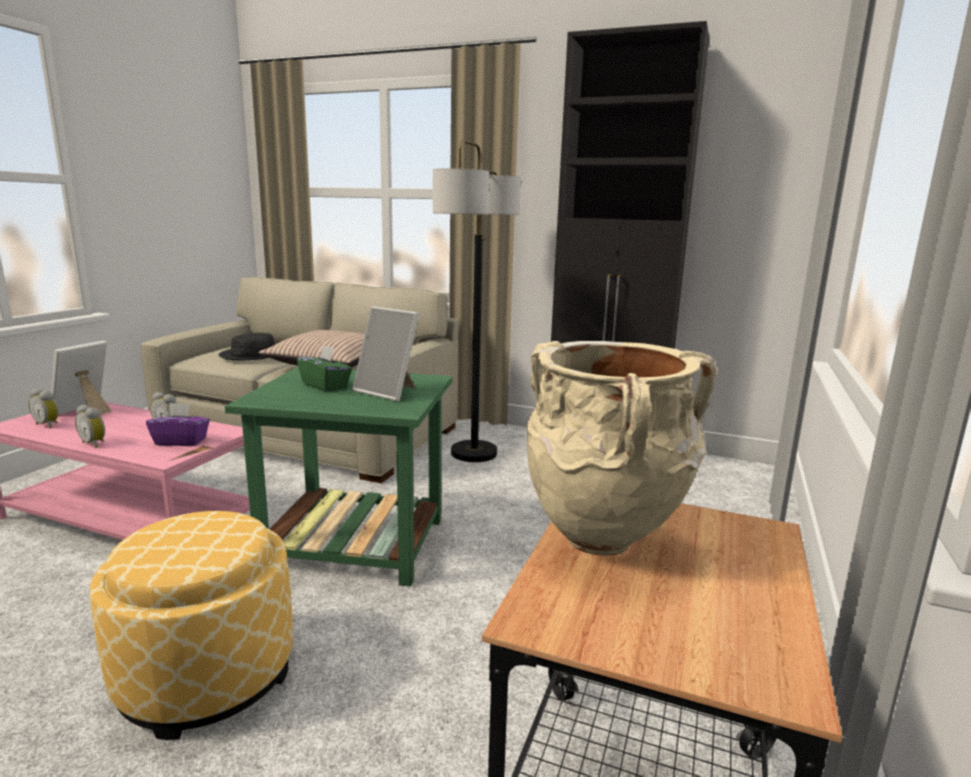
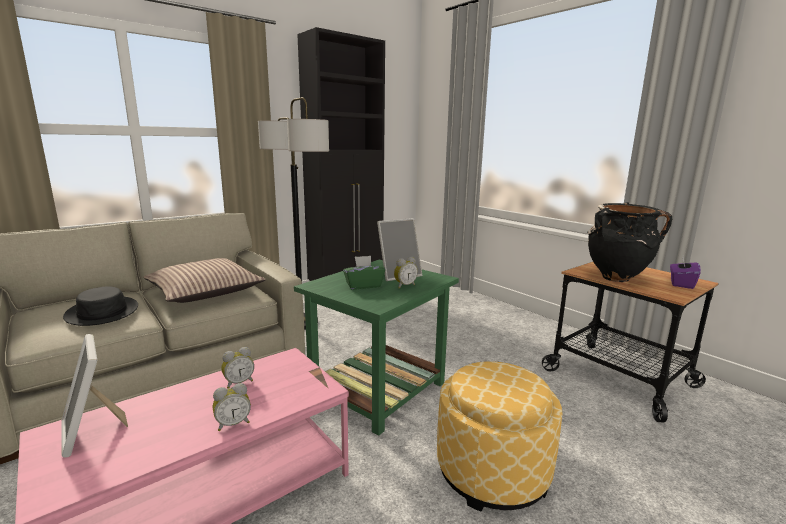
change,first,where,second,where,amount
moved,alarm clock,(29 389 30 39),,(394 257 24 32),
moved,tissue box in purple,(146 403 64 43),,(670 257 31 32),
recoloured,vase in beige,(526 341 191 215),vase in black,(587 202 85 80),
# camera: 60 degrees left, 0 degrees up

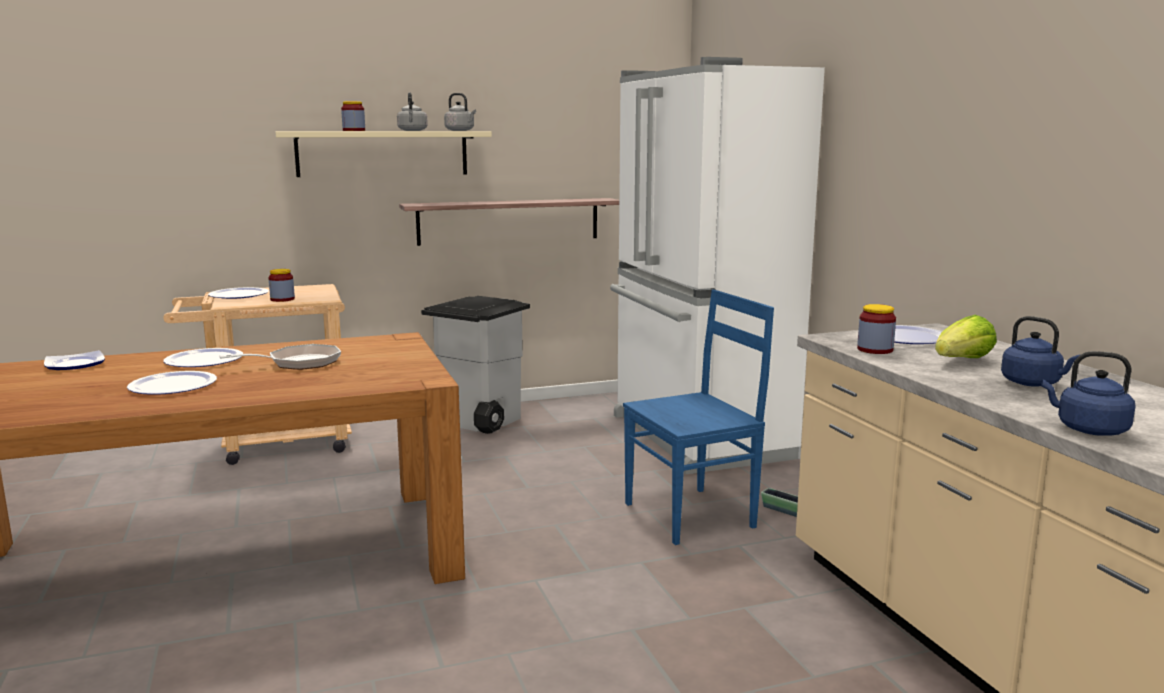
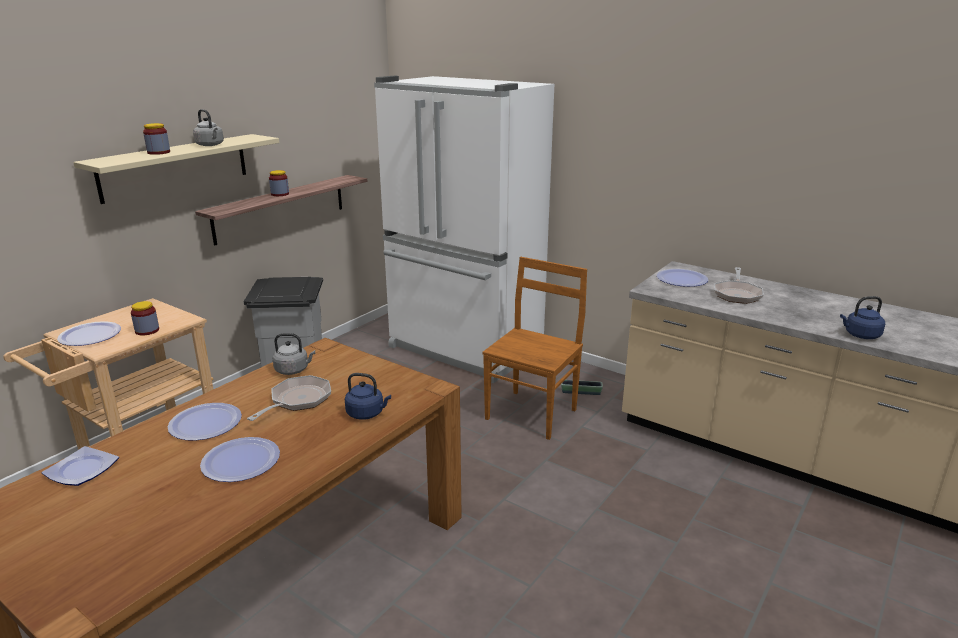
change,first,where,second,where,amount
moved,kettle in grey,(444 93 32 38),,(273 333 42 42),
recoloured,chair in blue,(623 290 151 255),chair in brown,(482 257 105 183),
moved,jar,(857 304 39 50),,(269 170 20 26),
replaced,lettuce,(935 315 62 43),frying pan,(714 267 50 37),
moved,kettle in blue,(1001 316 78 71),,(345 373 46 47),
# camera: 35 degrees left, 10 degrees up

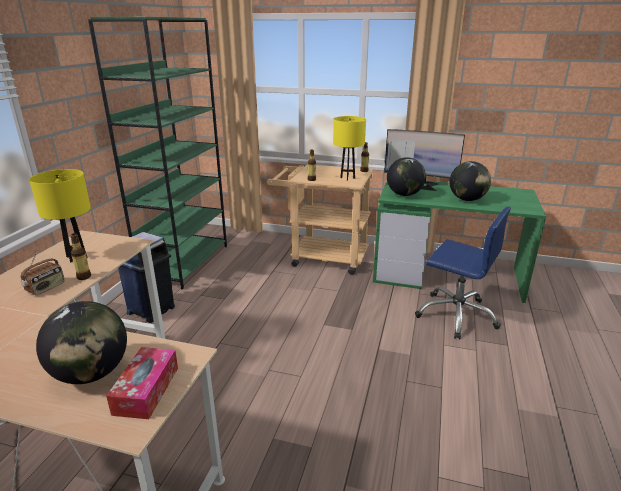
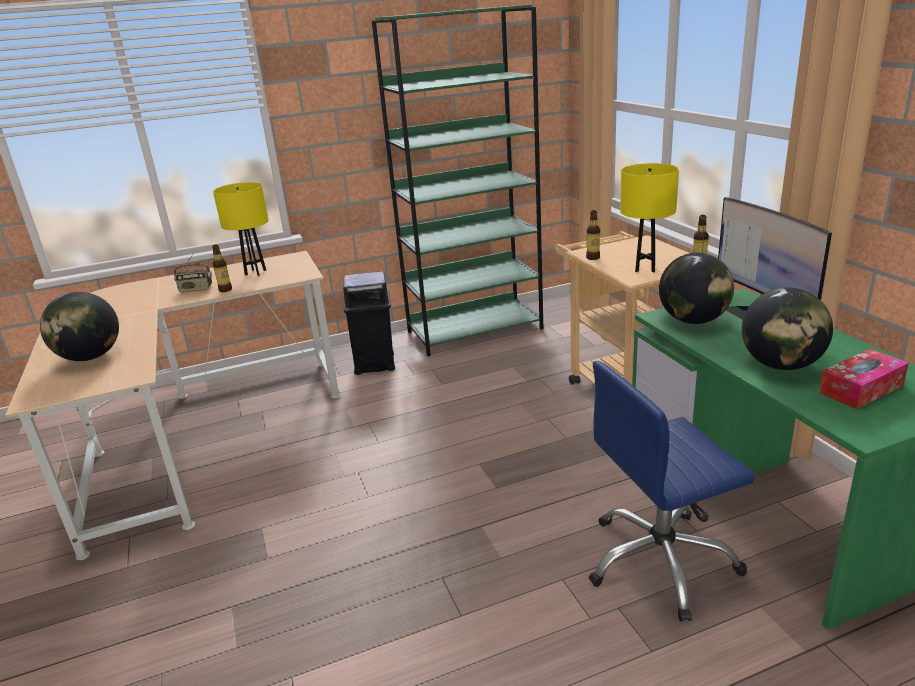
change,first,where,second,where,amount
moved,tissue box,(106 347 72 72),,(819 349 90 60),
turned,office chair in blue,(415 207 96 132),,(589 361 166 261),75 degrees clockwise
# camera: 55 degrees right, 0 degrees up

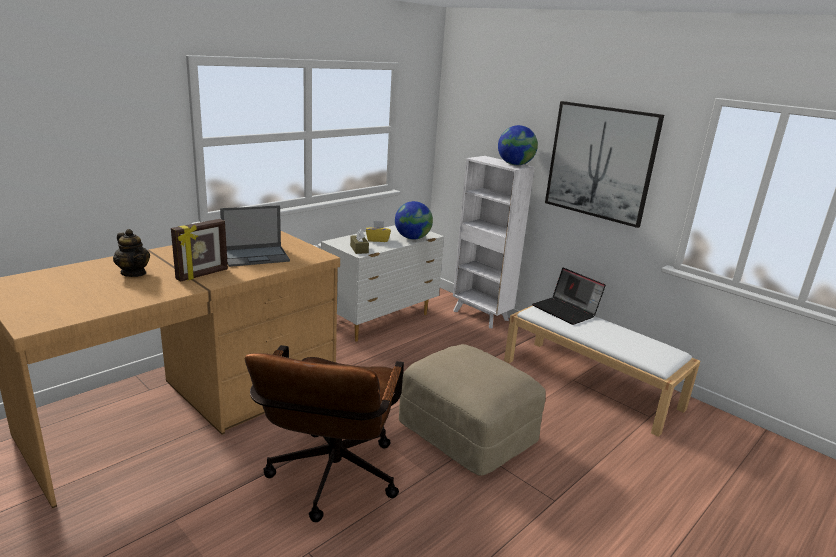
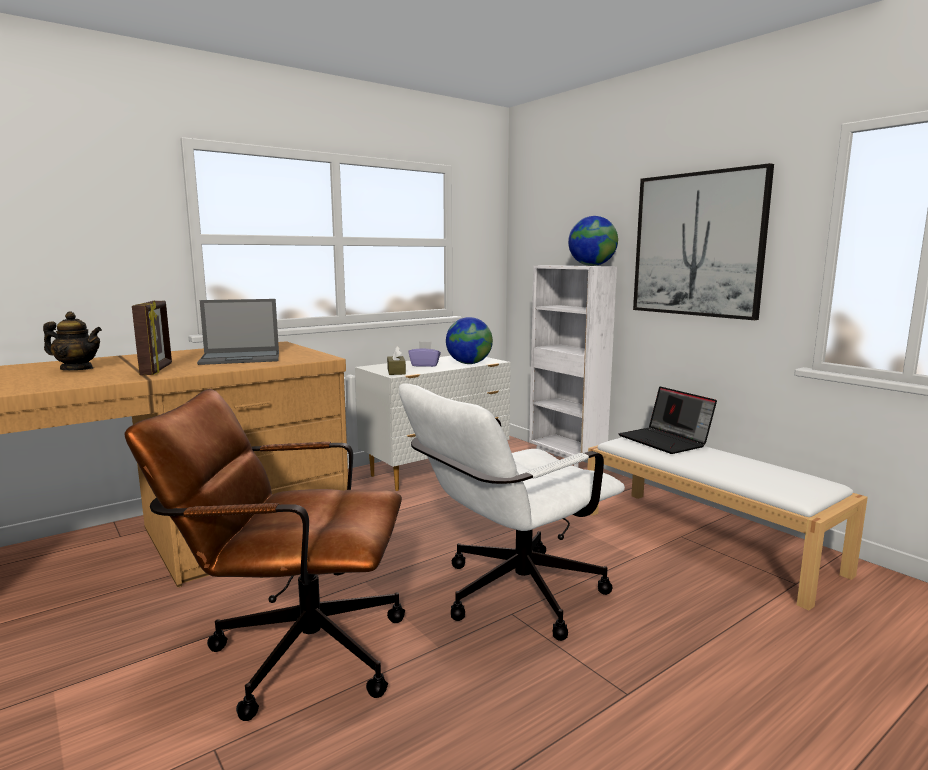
change,first,where,second,where,amount
turned,teapot,(113 229 37 48),,(43 312 59 58),45 degrees counterclockwise
turned,picture frame,(171 219 57 63),,(132 301 40 74),60 degrees counterclockwise
turned,office chair in brown,(245 345 159 177),,(125 389 280 332),75 degrees clockwise
recoloured,tissue box in yellow,(366 221 25 21),tissue box in purple,(408 342 33 25),
replaced,ottoman in beige,(399 344 147 132),office chair in white,(399 384 226 257),
# camera: 10 degrees right, 10 degrees down

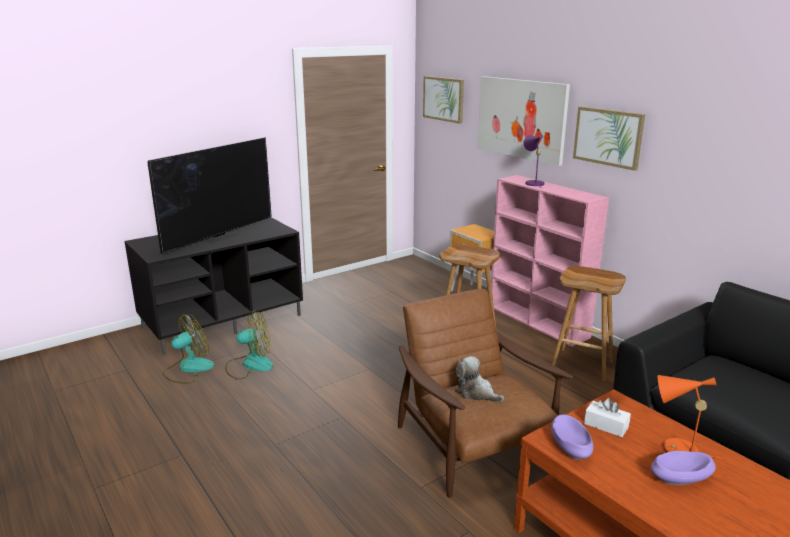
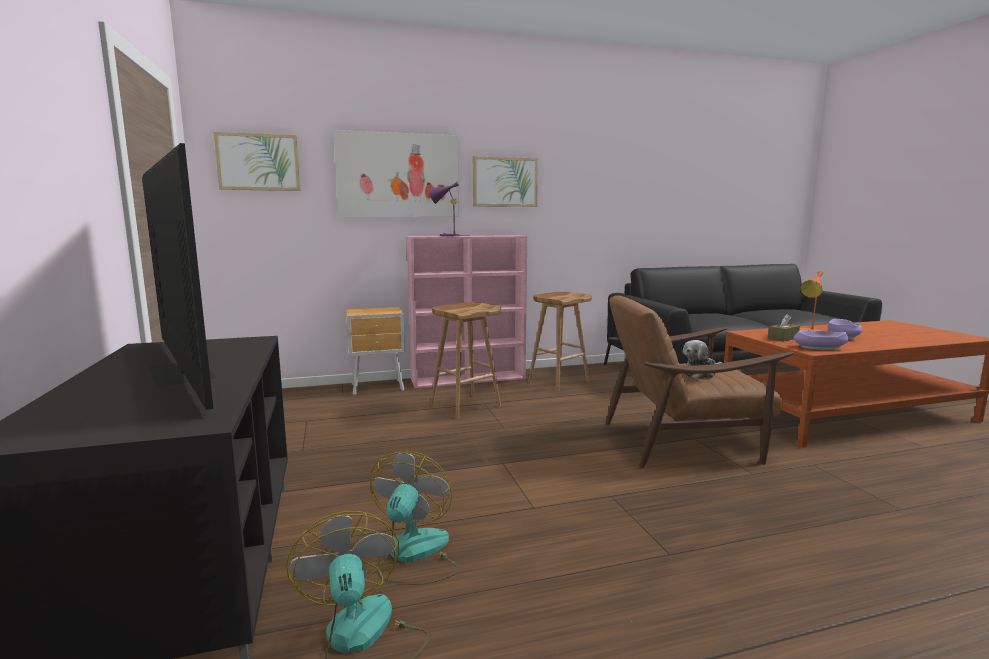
change,first,where,second,where,amount
recoloured,tissue box in white,(584 398 47 39),tissue box in brown,(768 314 32 28),
# camera: 70 degrees left, 10 degrees down

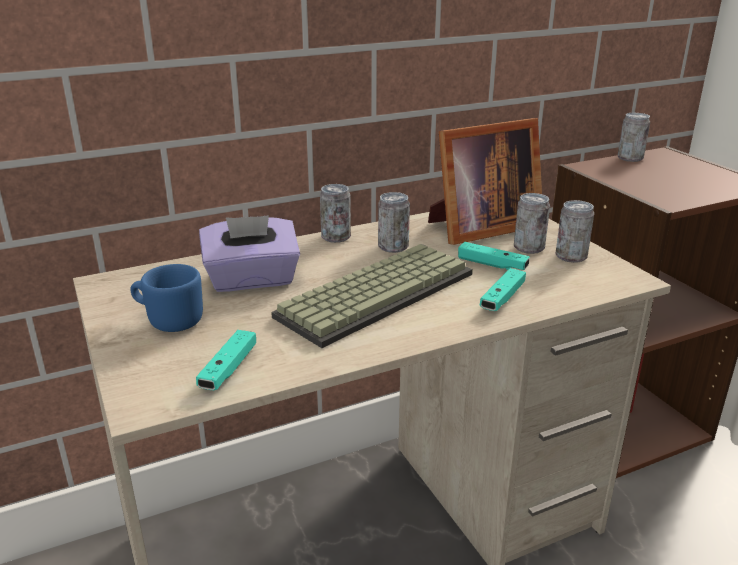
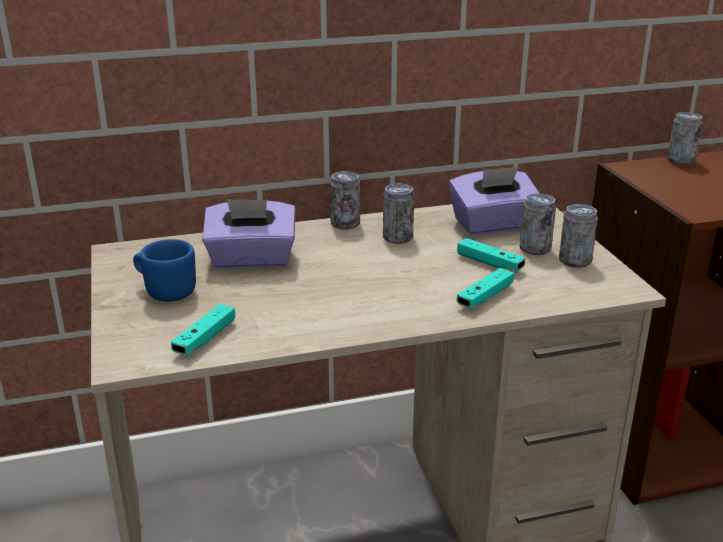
change,first,where,second,where,amount
removed,keyboard,(271 244 202 104),,,
replaced,picture frame,(428 118 114 127),tissue box in purple,(449 167 90 68),
# camera: 10 degrees right, 0 degrees up

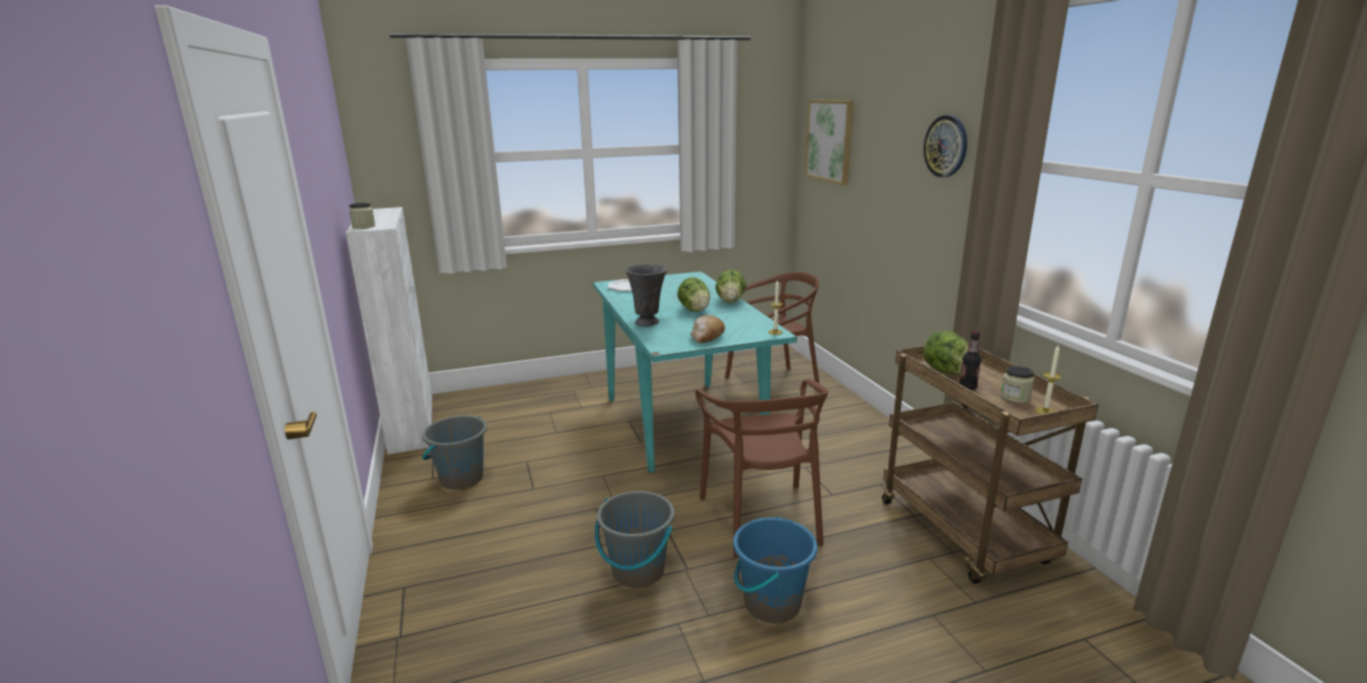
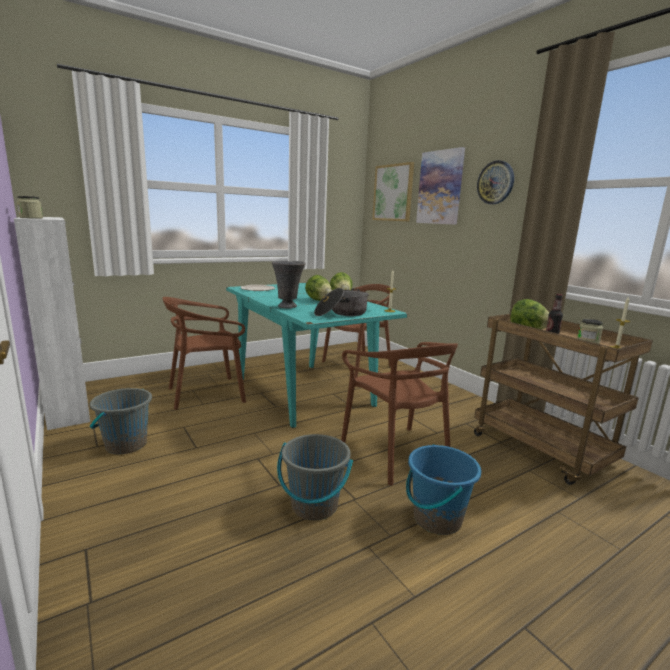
change,first,where,second,where,amount
replaced,bread,(690 315 35 28),cooking pot,(314 288 55 28),
added,,,chair in brown,(162 297 84 113),
added,,,picture,(416 147 49 78),
# camera: 15 degrees left, 5 degrees down

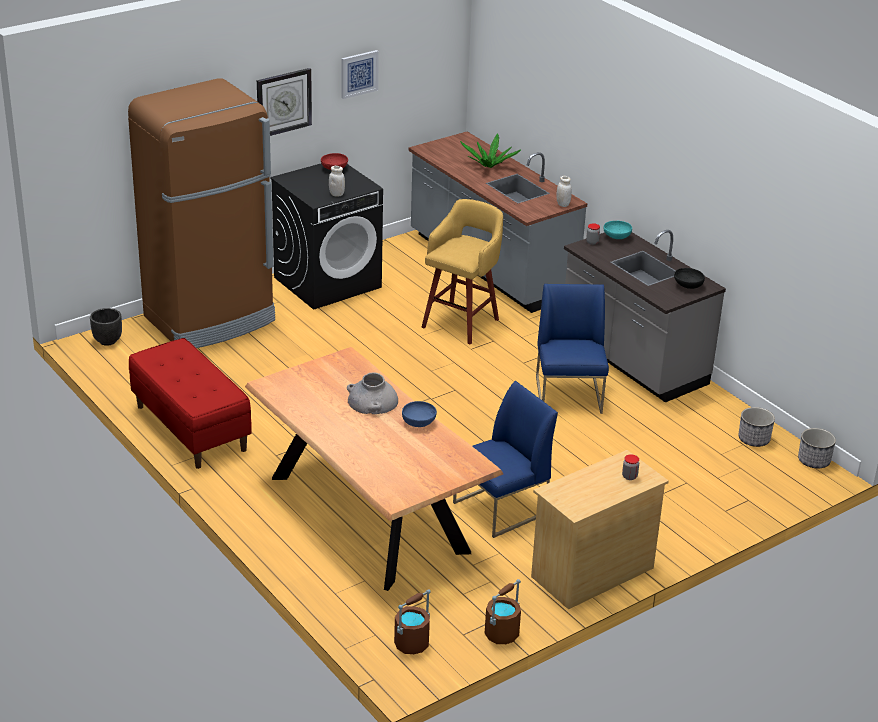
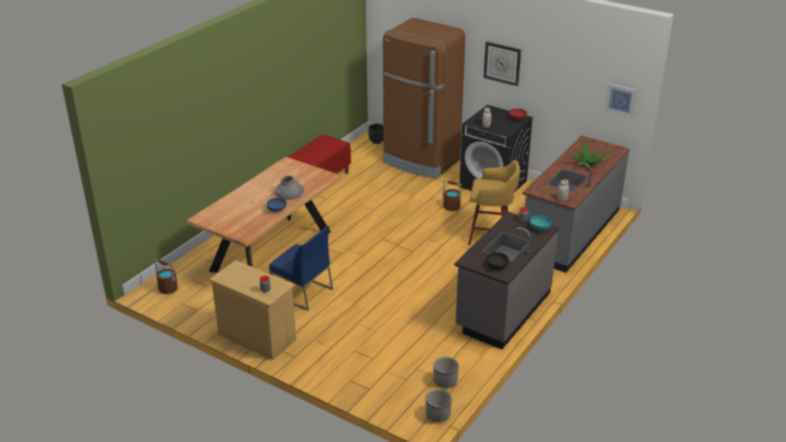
change,first,where,second,where,amount
moved,picture,(341 50 38 49),,(605 83 32 34),
moved,bucket in brown,(485 579 36 65),,(443 180 19 31),
removed,chair in blue,(536 284 73 130),,,
# camera: 70 degrees right, 0 degrees up

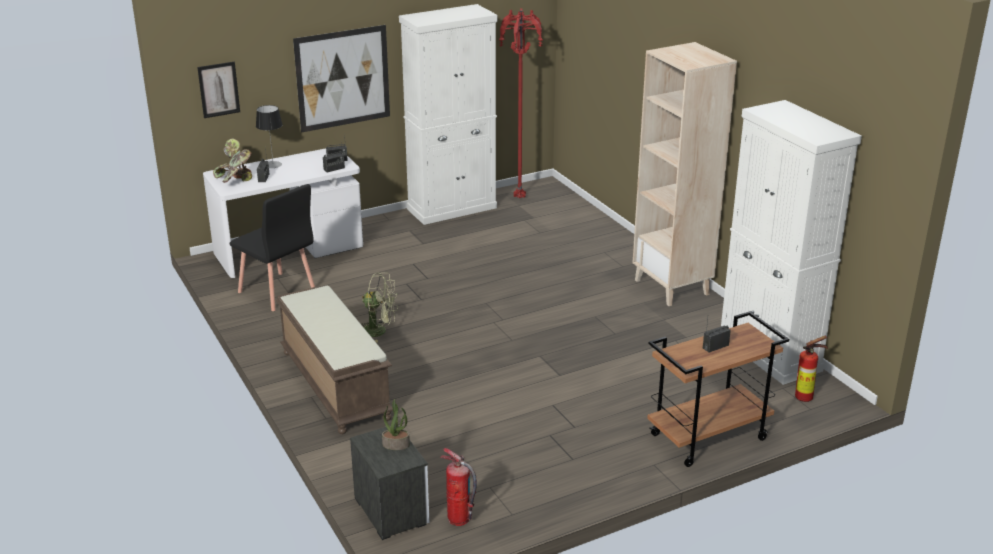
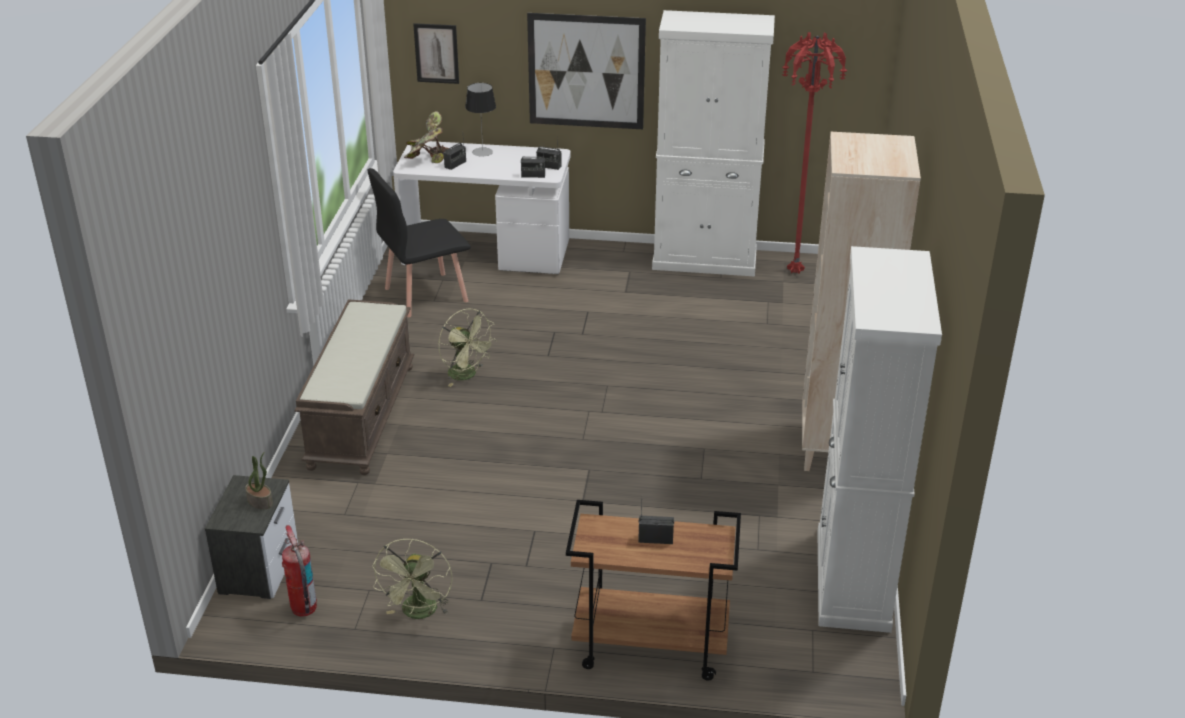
change,first,where,second,where,amount
turned,chair in black,(229 184 86 127),,(367 168 104 150),75 degrees clockwise
removed,fire extinguisher,(795 336 33 66),,,
added,,,fan in green,(372 539 81 80),
# camera: 35 degrees right, 5 degrees up

